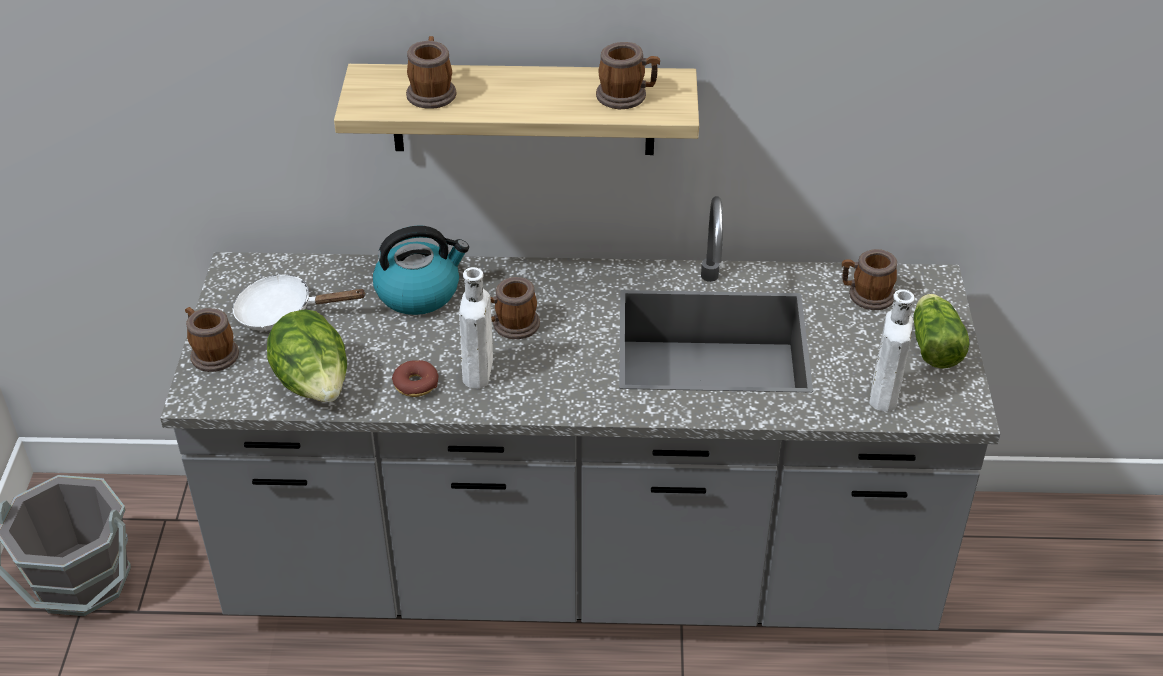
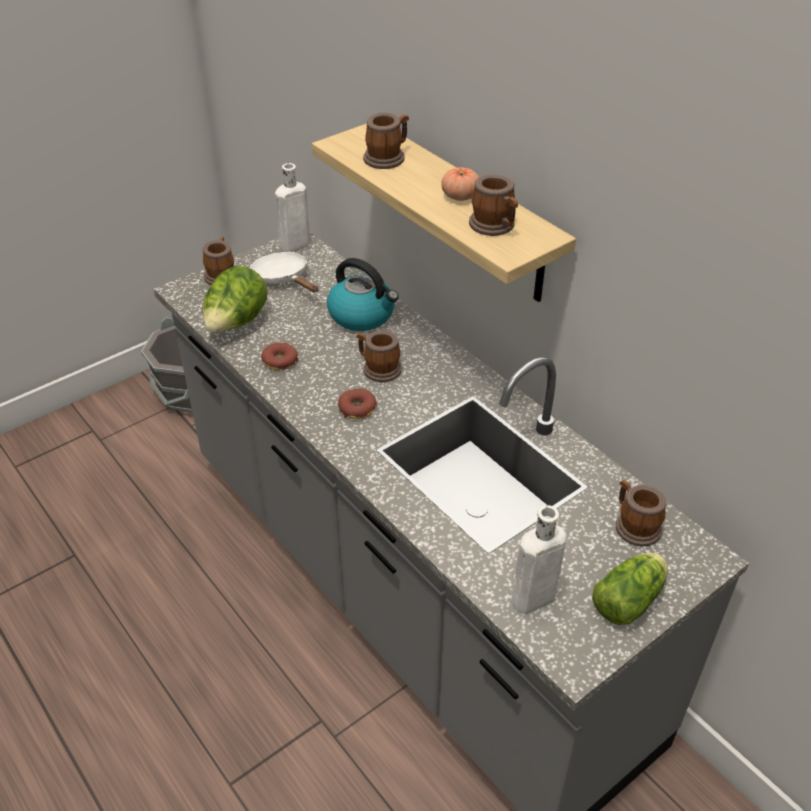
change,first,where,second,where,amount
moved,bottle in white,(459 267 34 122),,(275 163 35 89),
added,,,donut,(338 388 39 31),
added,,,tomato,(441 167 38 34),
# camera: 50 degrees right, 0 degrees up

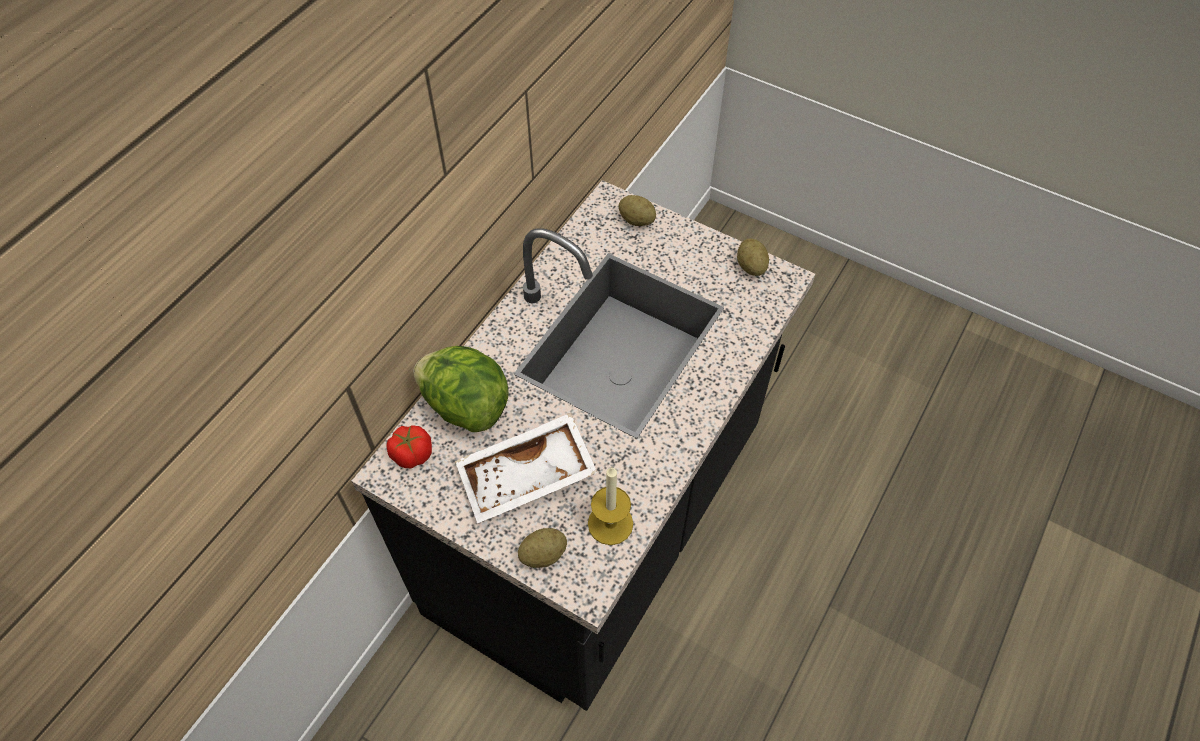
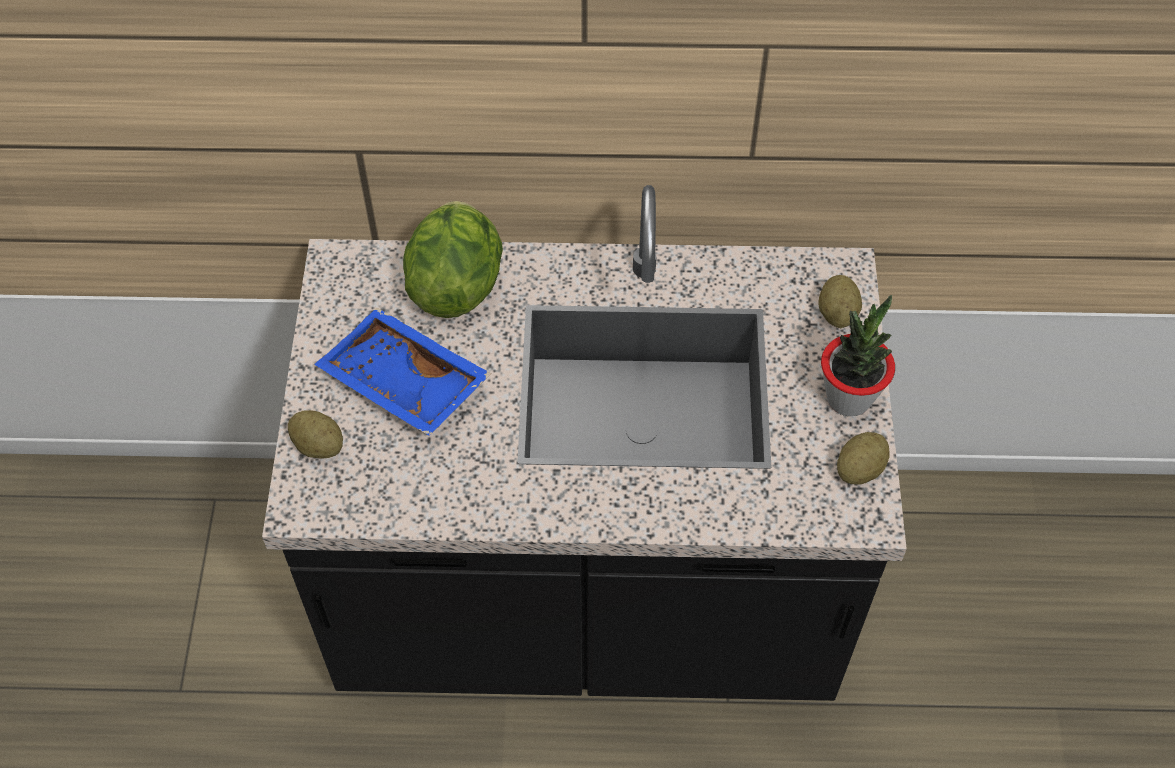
change,first,where,second,where,amount
removed,tomato,(386 425 46 43),,,
recoloured,tray in white,(455 413 143 111),tray in blue,(314 308 177 128),
removed,candle,(588 467 45 78),,,
added,,,potted plant,(821 295 74 121),
# camera: 60 degrees right, 0 degrees up

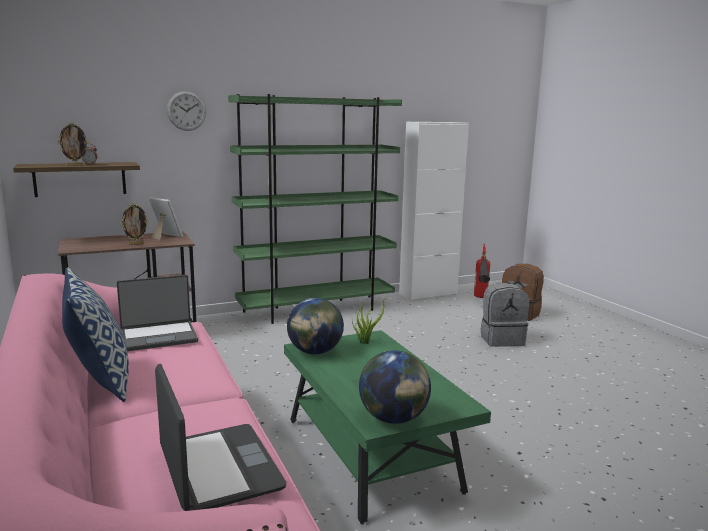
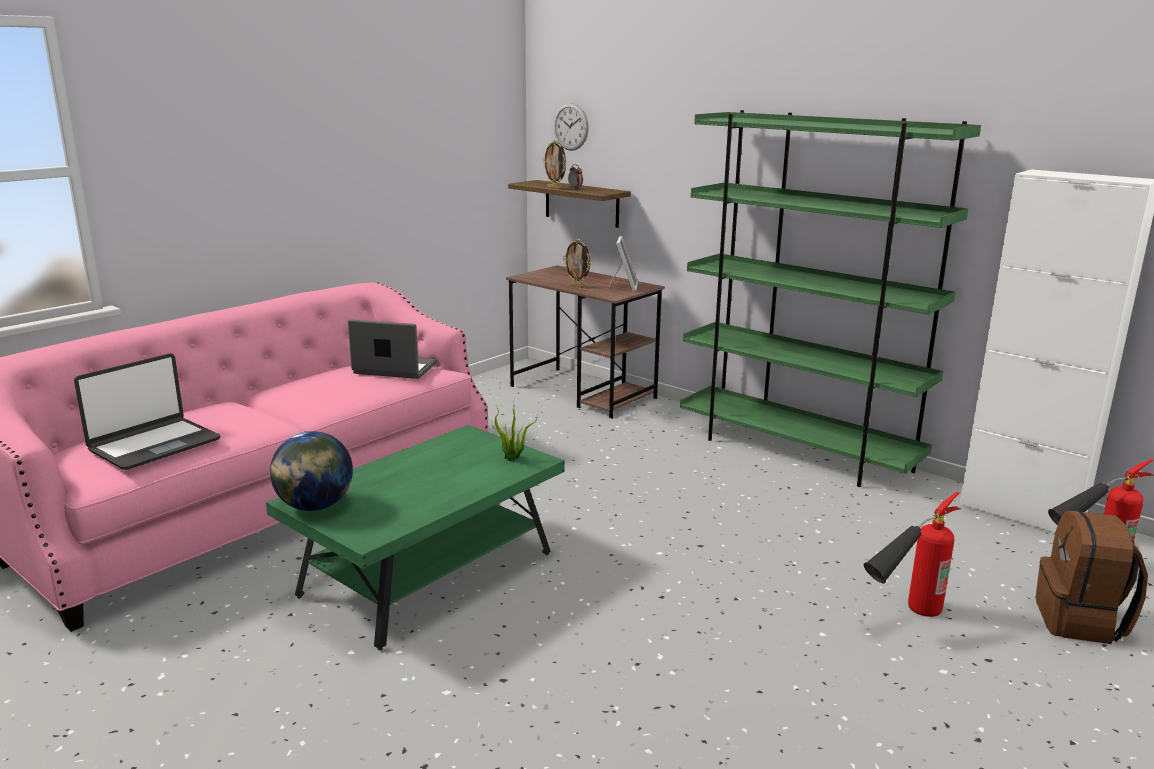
change,first,where,second,where,amount
removed,pillow,(62 267 67 135),,,
turned,laptop,(117 275 81 76),,(348 319 89 60),150 degrees clockwise
moved,wall clock,(167 91 39 40),,(553 103 36 48),
removed,globe,(287 298 57 56),,,
replaced,backpack in grey,(481 283 48 64),fire extinguisher,(864 492 97 125),
# camera: 65 degrees right, 5 degrees up

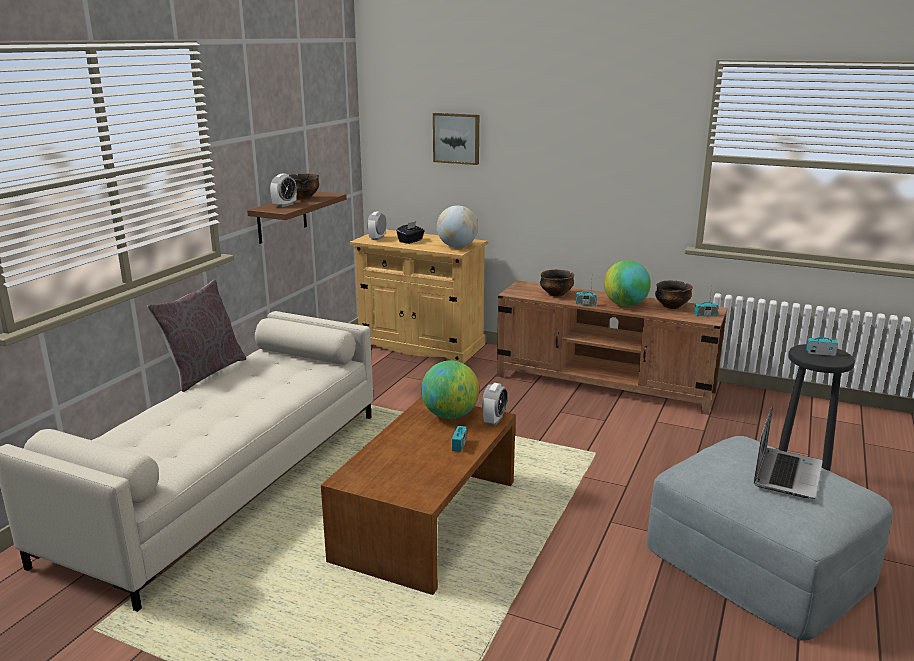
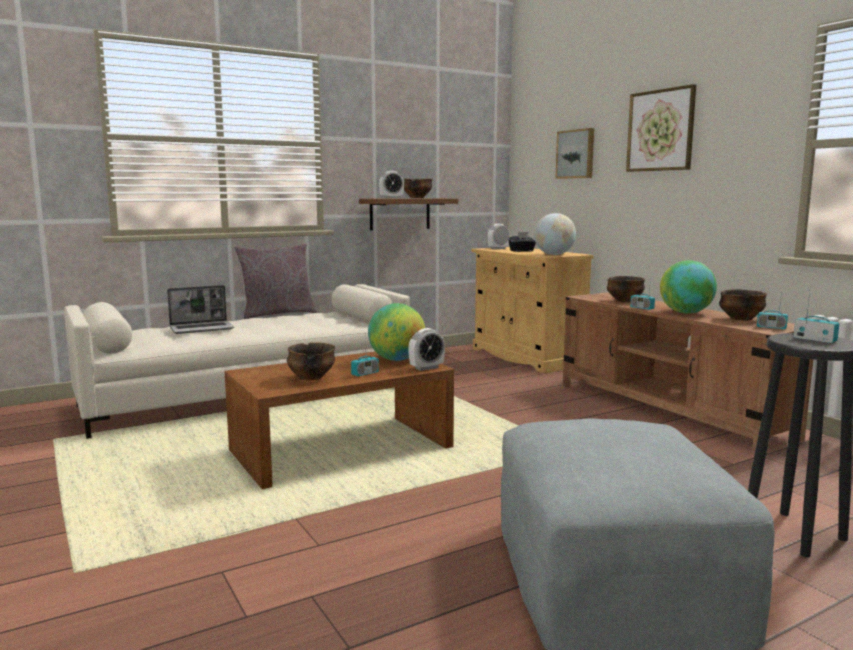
change,first,where,second,where,amount
moved,laptop,(754 403 69 96),,(167 285 67 49),
added,,,bowl,(287 343 48 38),
added,,,picture,(626 84 70 88),
# camera: 35 degrees right, 10 degrees down

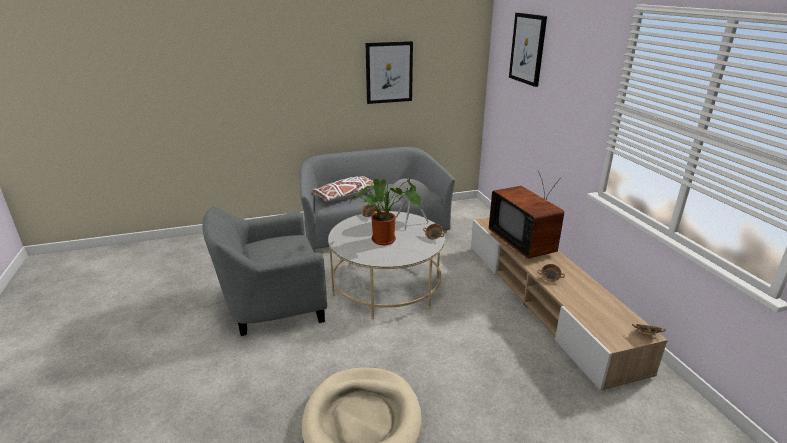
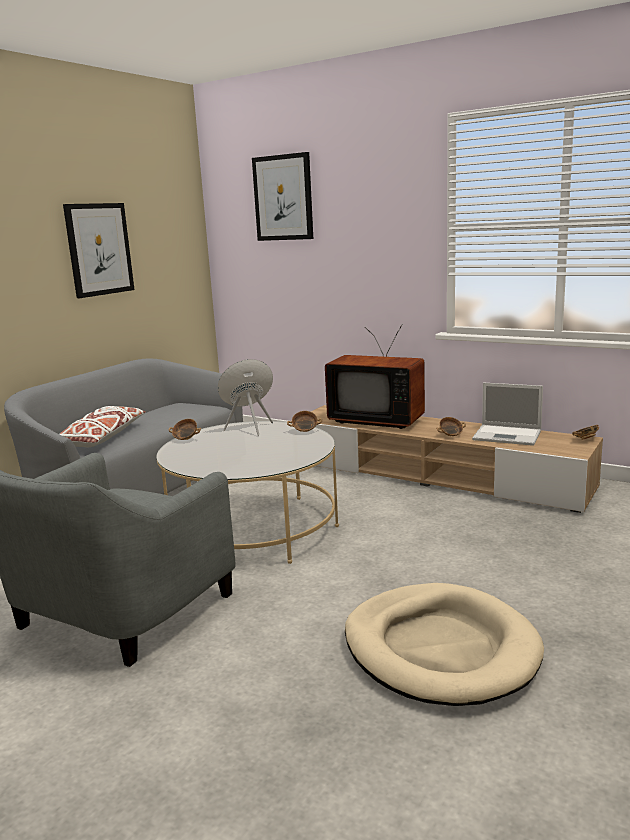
change,first,where,second,where,amount
removed,potted plant,(350 176 71 69),,,
added,,,laptop,(472 382 71 64),
# camera: 40 degrees left, 10 degrees down

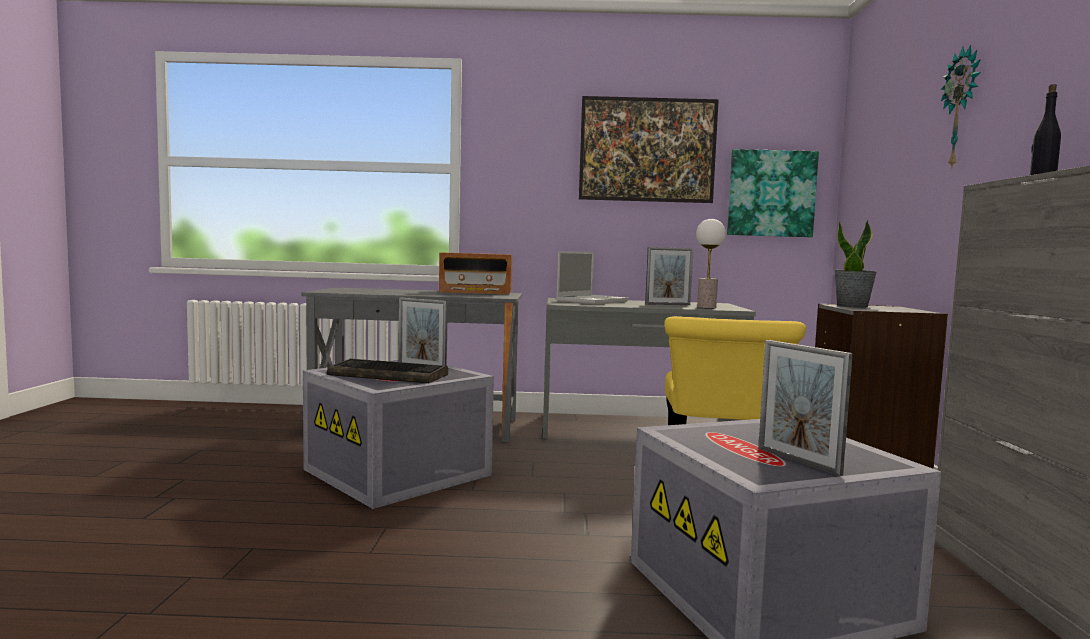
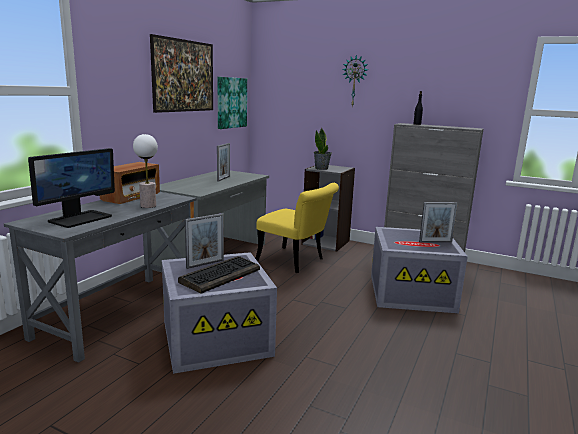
change,first,where,second,where,amount
removed,laptop,(556 251 73 54),,,
moved,table lamp,(696 219 30 89),,(133 134 25 74),
added,,,monitor,(28 148 87 80),
# camera: 65 degrees left, 10 degrees up

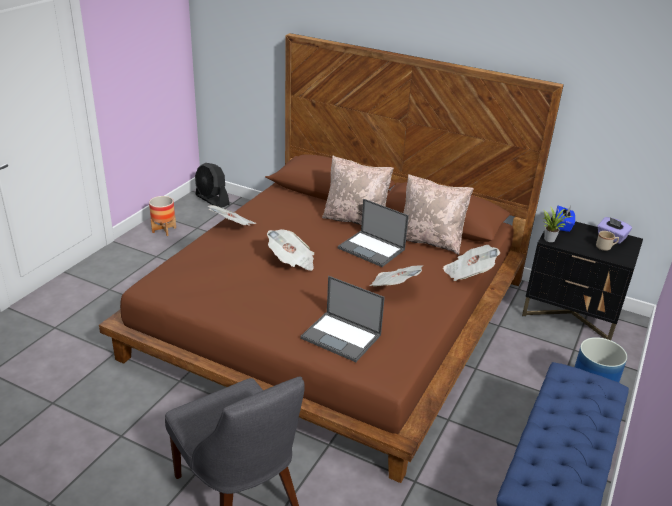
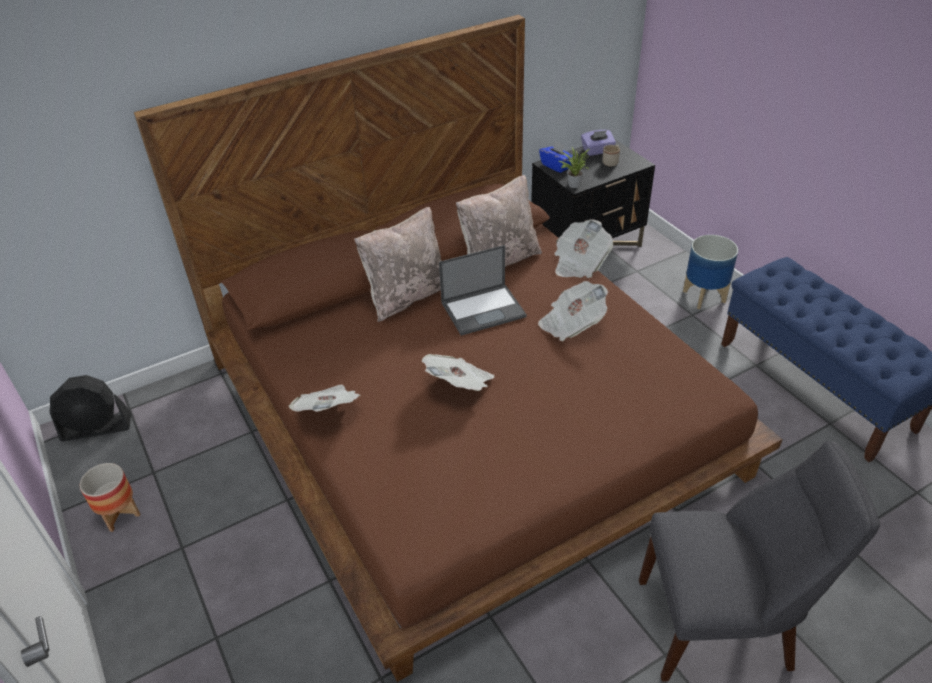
change,first,where,second,where,amount
removed,laptop,(300 276 85 86),,,
# camera: 55 degrees left, 10 degrees up

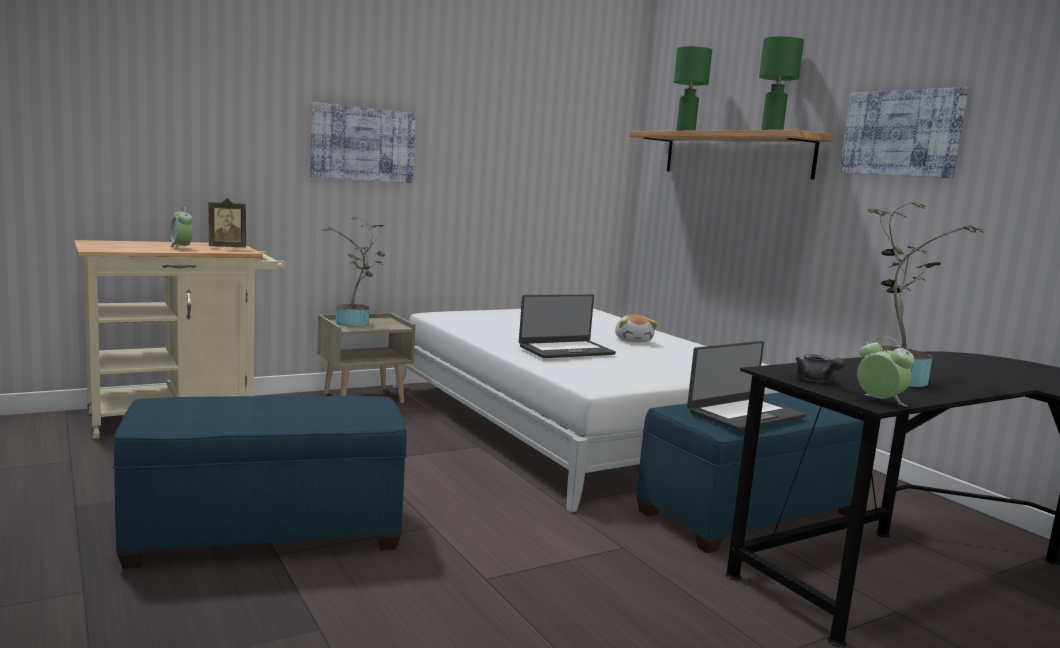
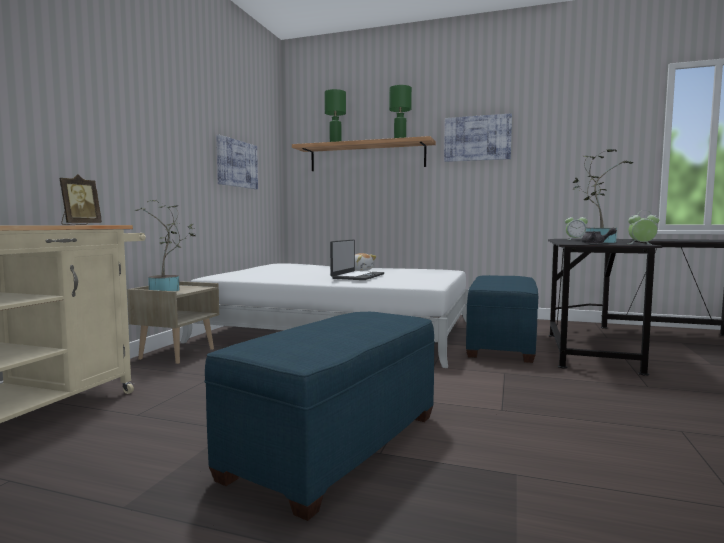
change,first,where,second,where,amount
moved,alarm clock,(170 207 23 43),,(565 214 23 26),
moved,picture,(310 102 106 81),,(216 135 42 54),
removed,laptop,(687 341 119 90),,,
# camera: 40 degrees left, 5 degrees down

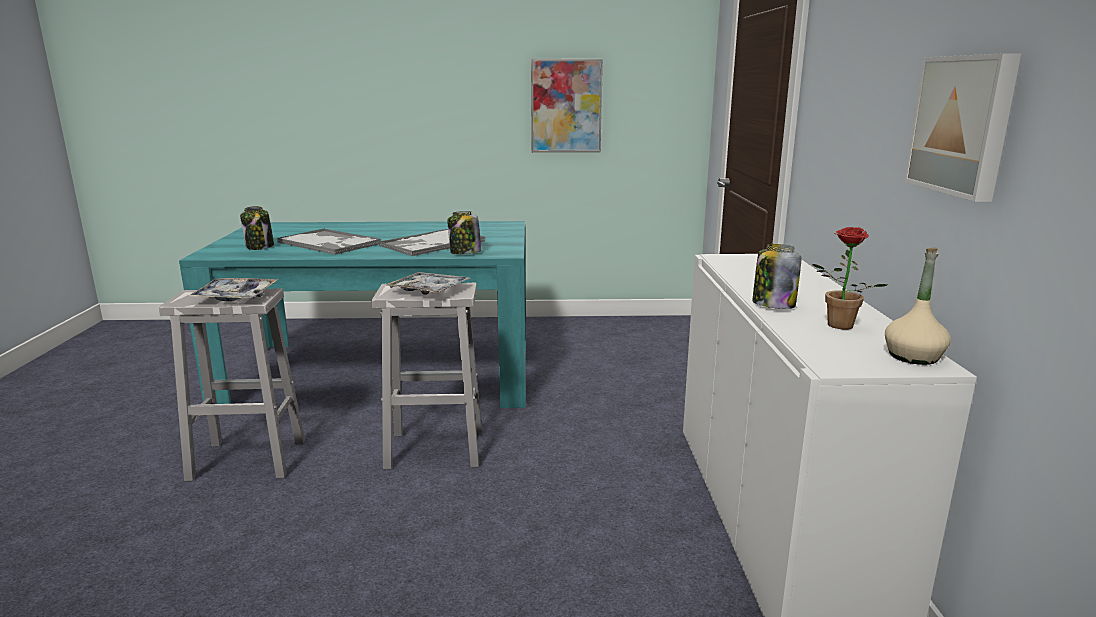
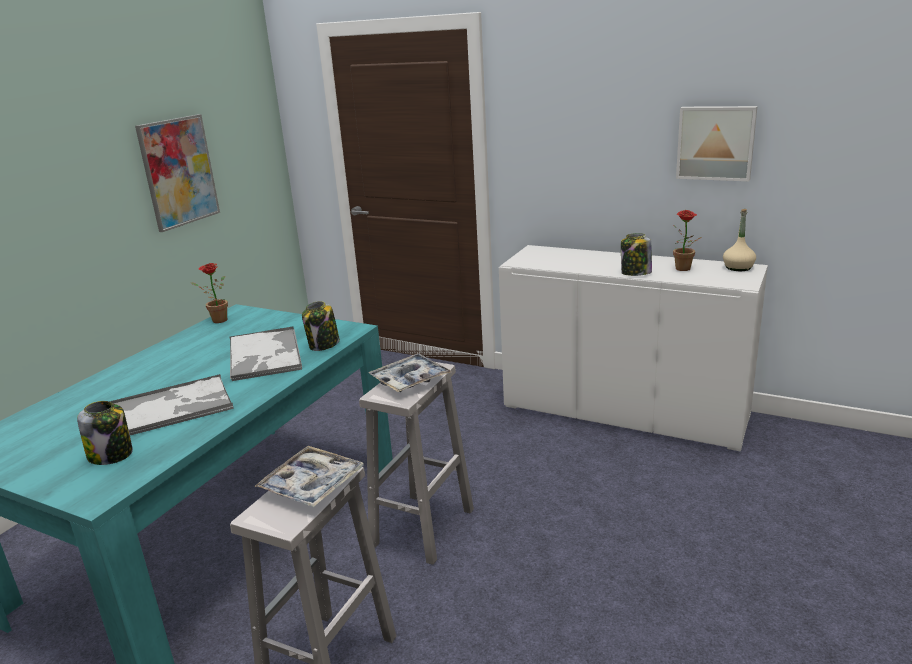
change,first,where,second,where,amount
added,,,potted plant,(191 263 37 60),
# camera: 60 degrees left, 5 degrees up

